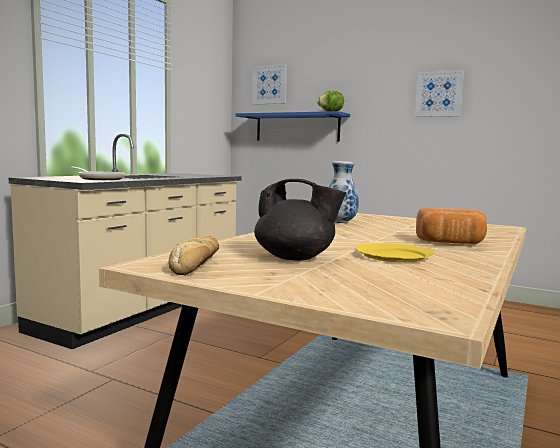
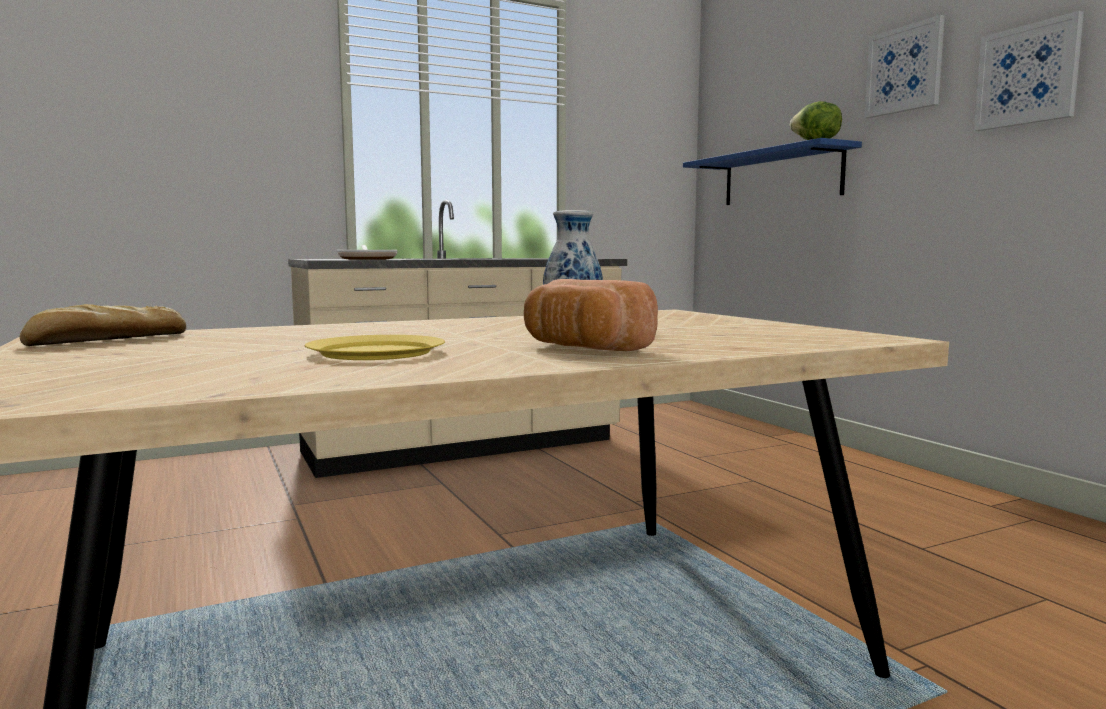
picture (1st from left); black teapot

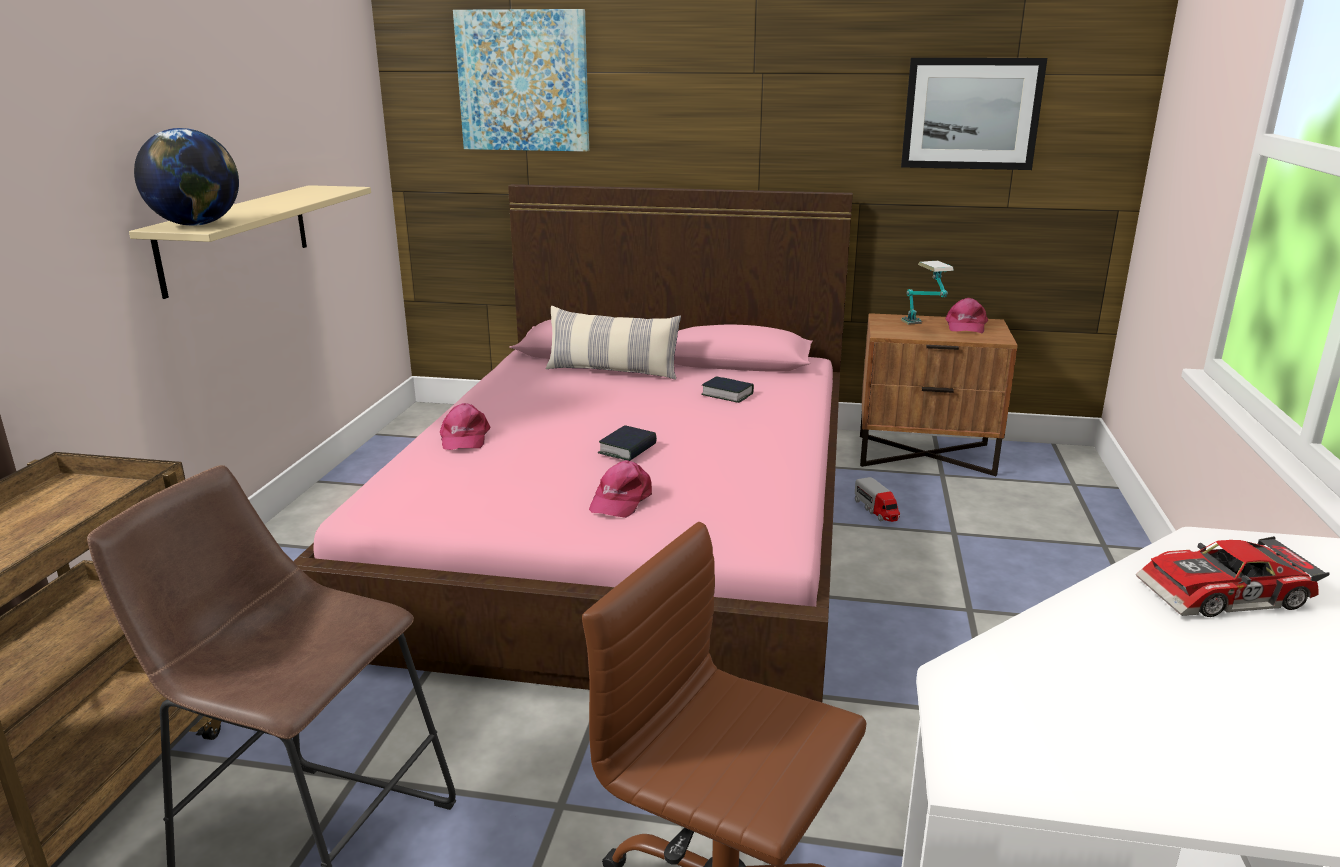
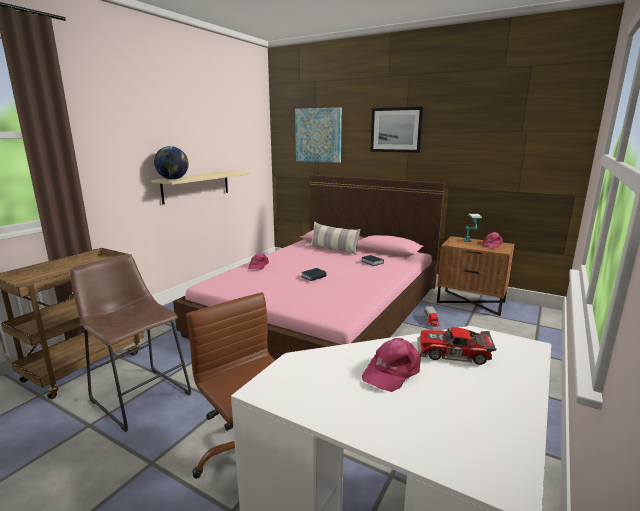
pink cap (2nd from left); picture (2nd from left)

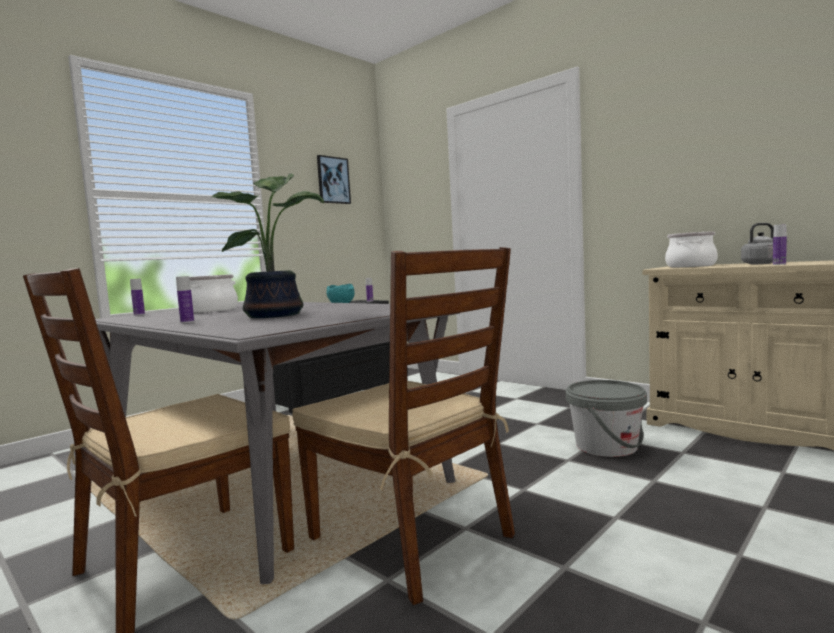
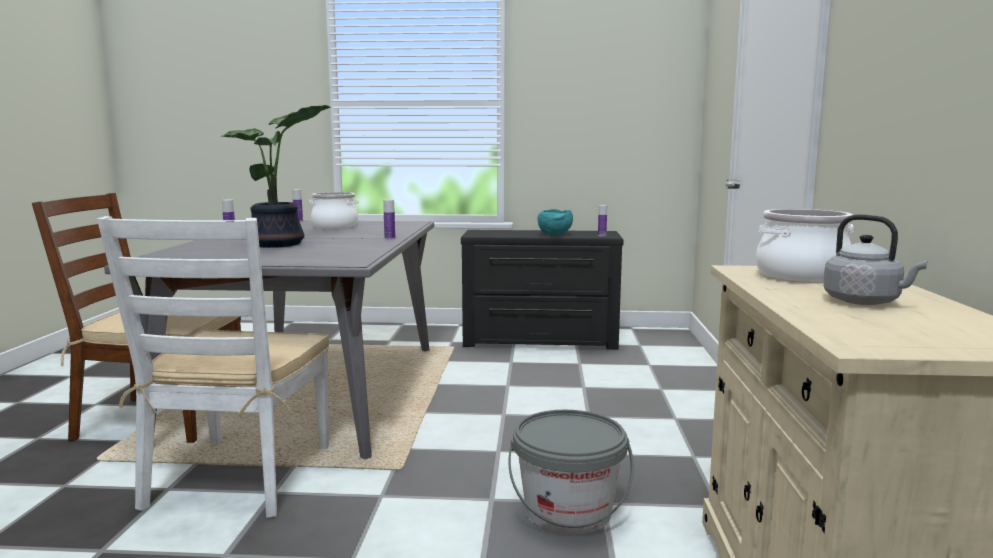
white chair; bottle (3rd from left); picture

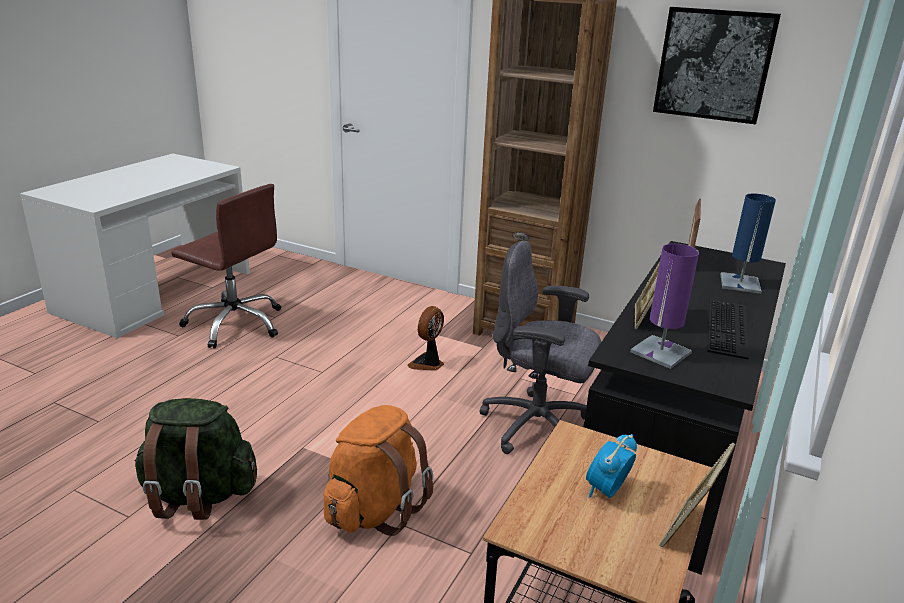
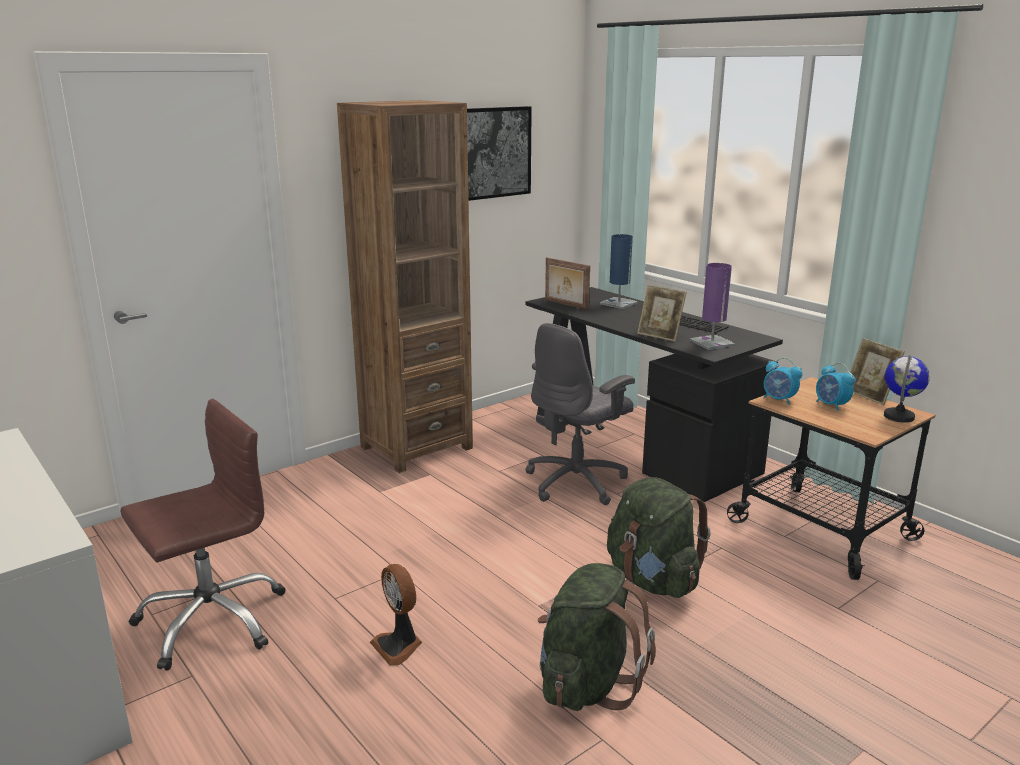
fan; green backpack (2nd from left); alarm clock (1st from left); globe

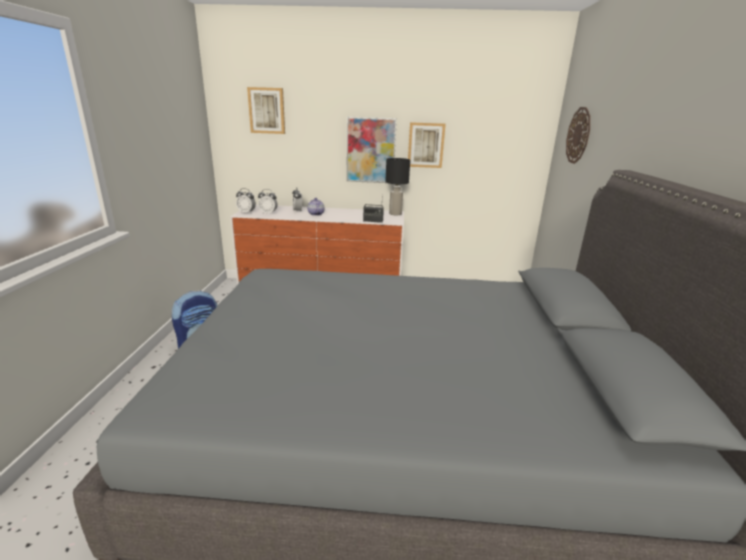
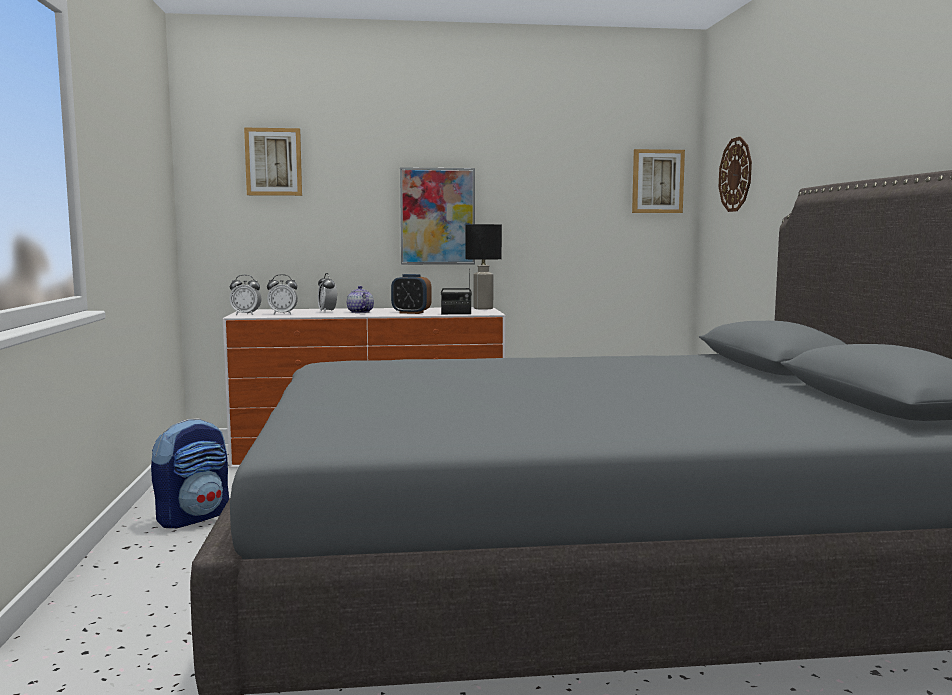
alarm clock (4th from left); picture (3rd from left)

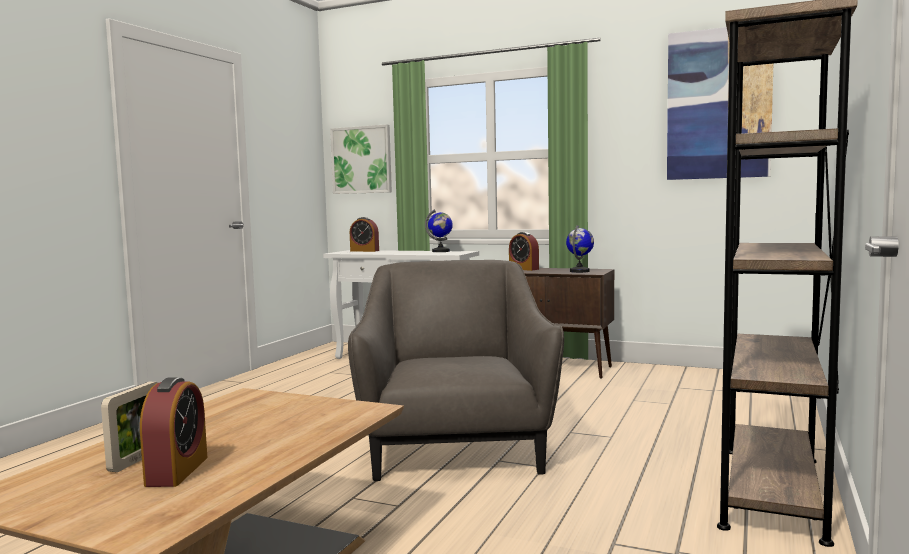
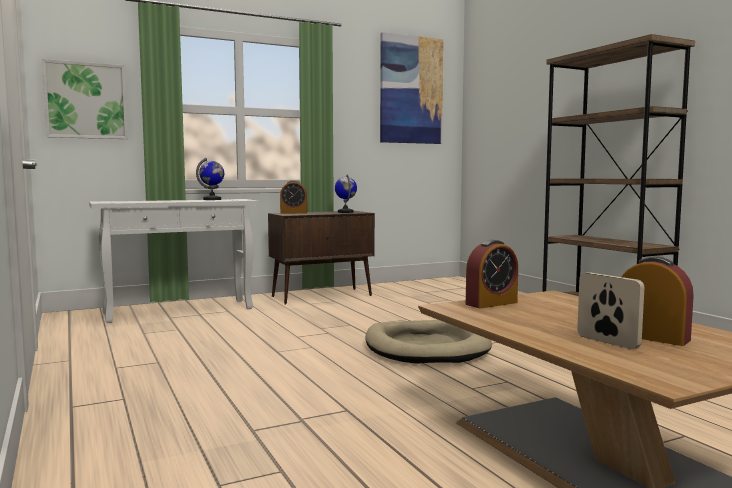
beige dog bed; alarm clock (2nd from left)

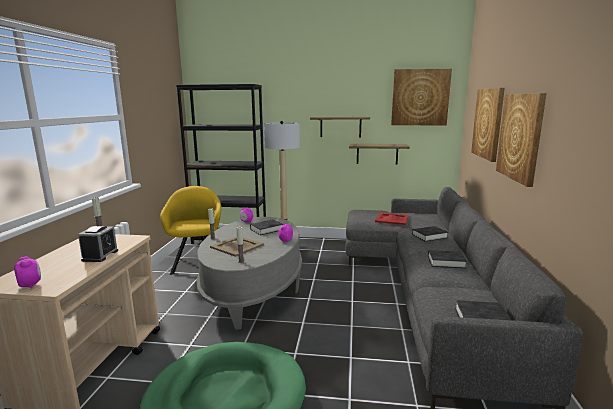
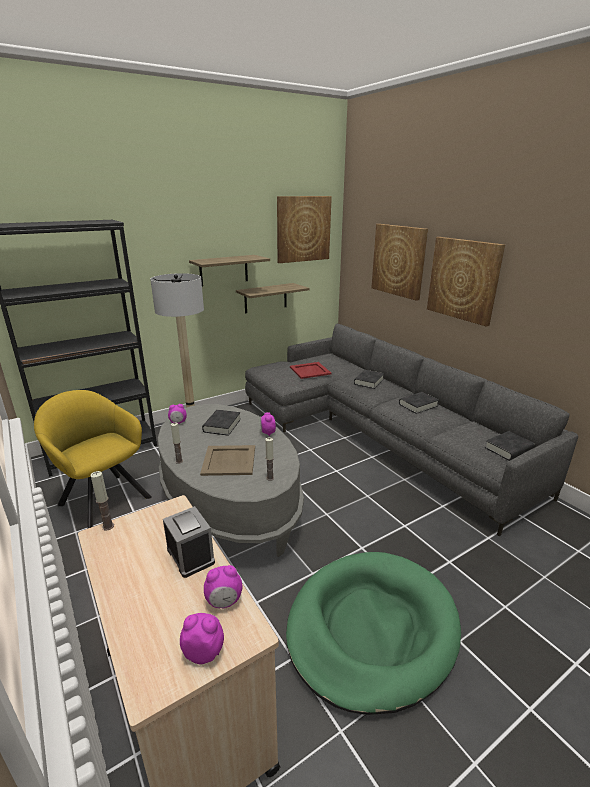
alarm clock (4th from left)

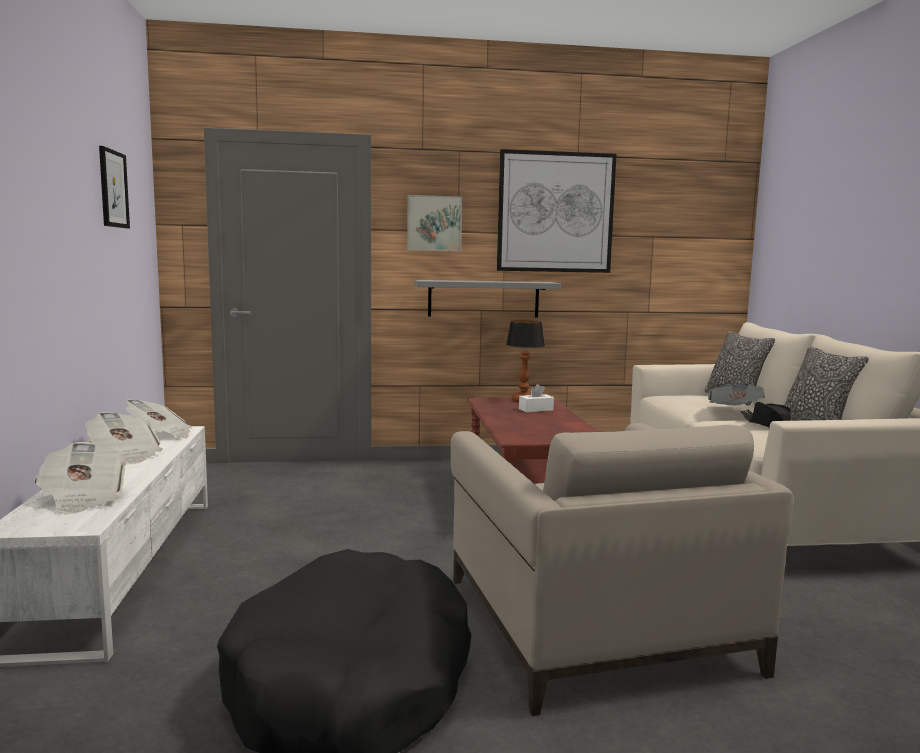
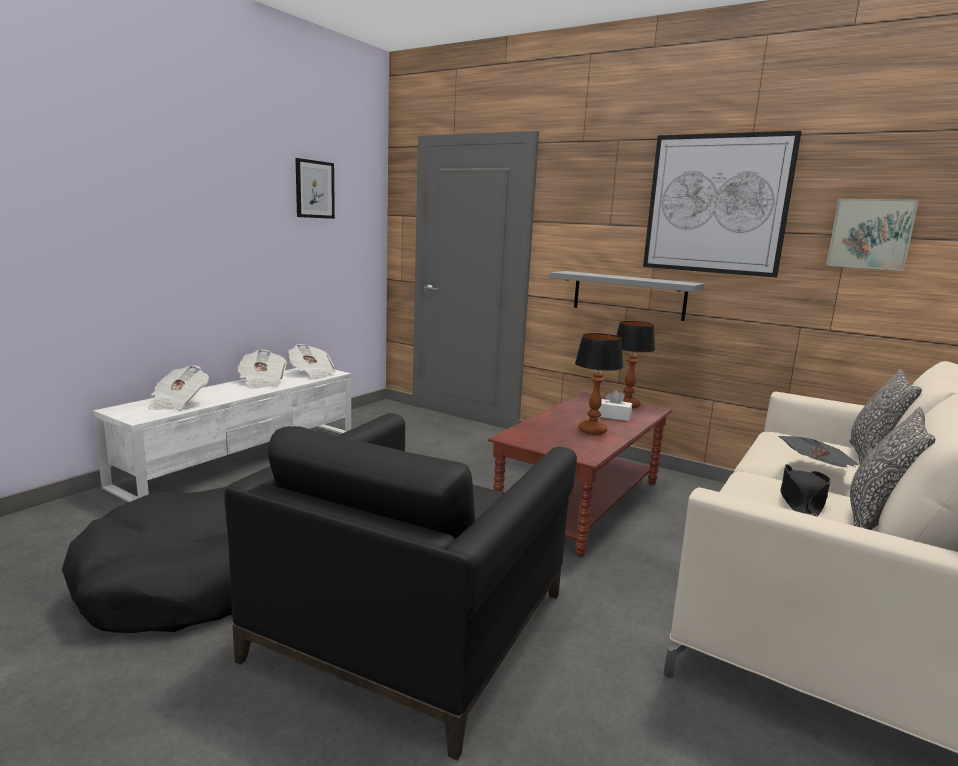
black armchair; table lamp (1st from left); picture (3rd from left)

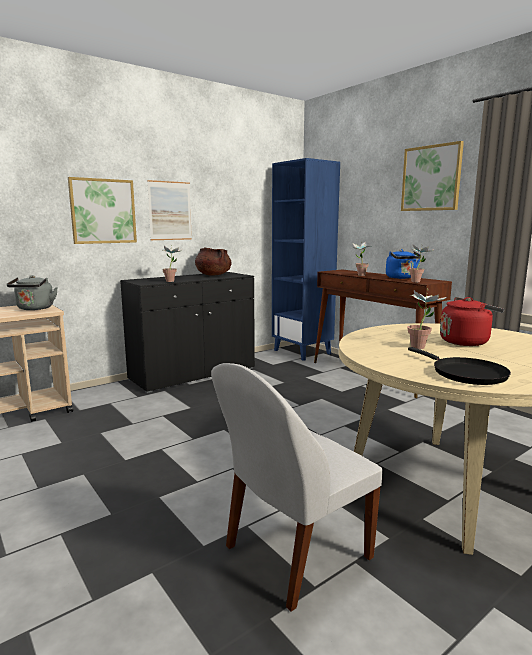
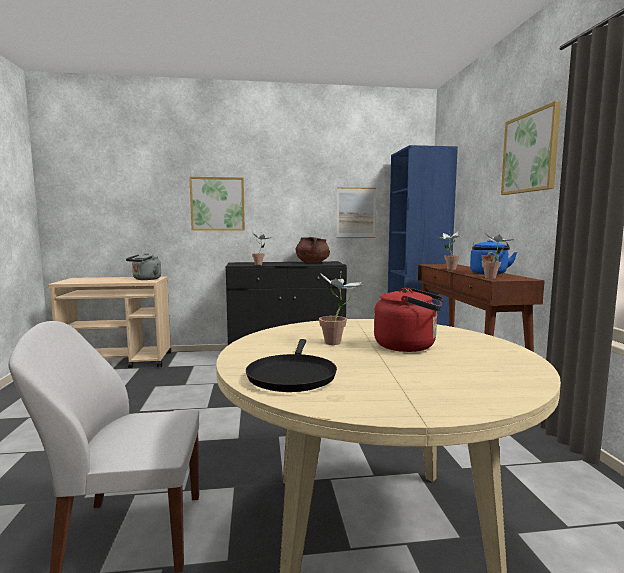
picture (2nd from left)

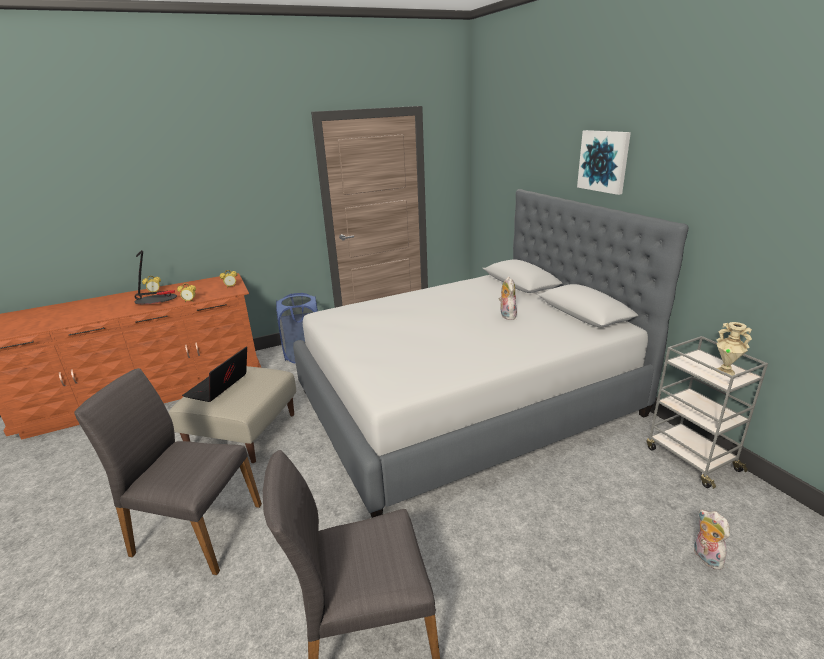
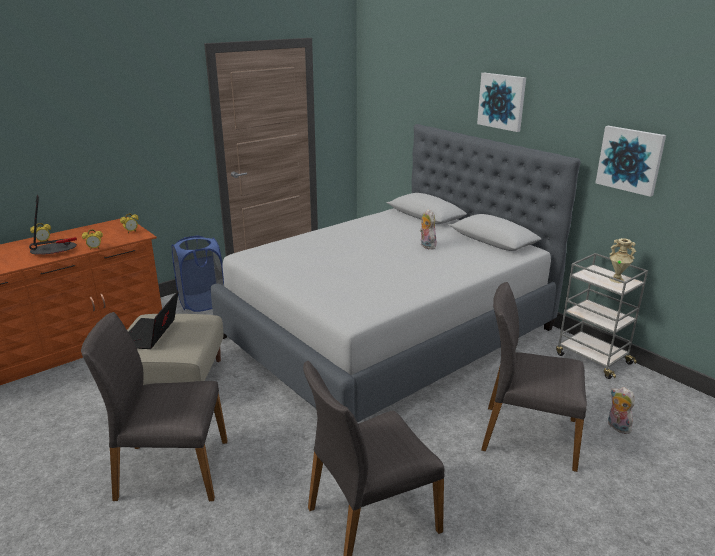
grey chair (3rd from left); picture (2nd from left)

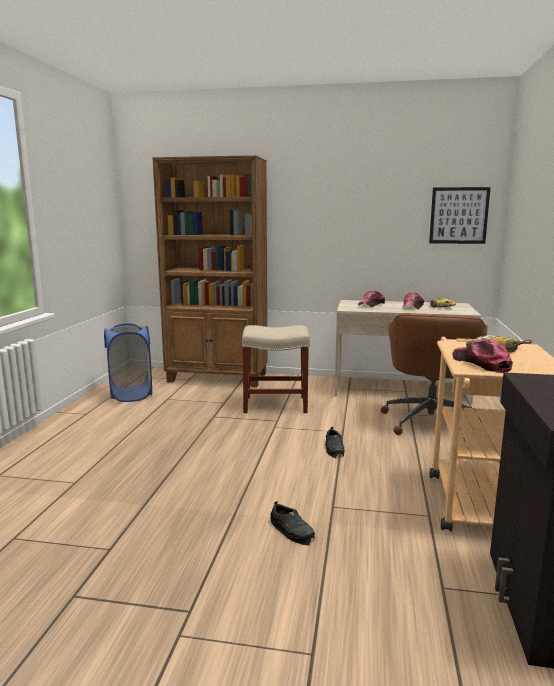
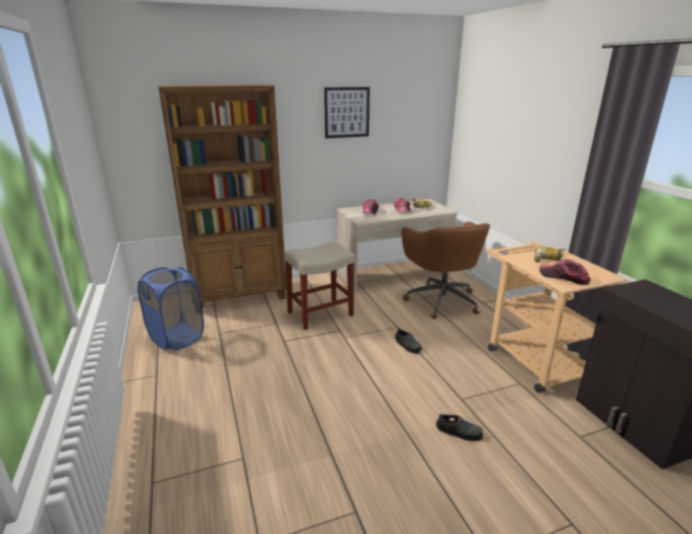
picture

